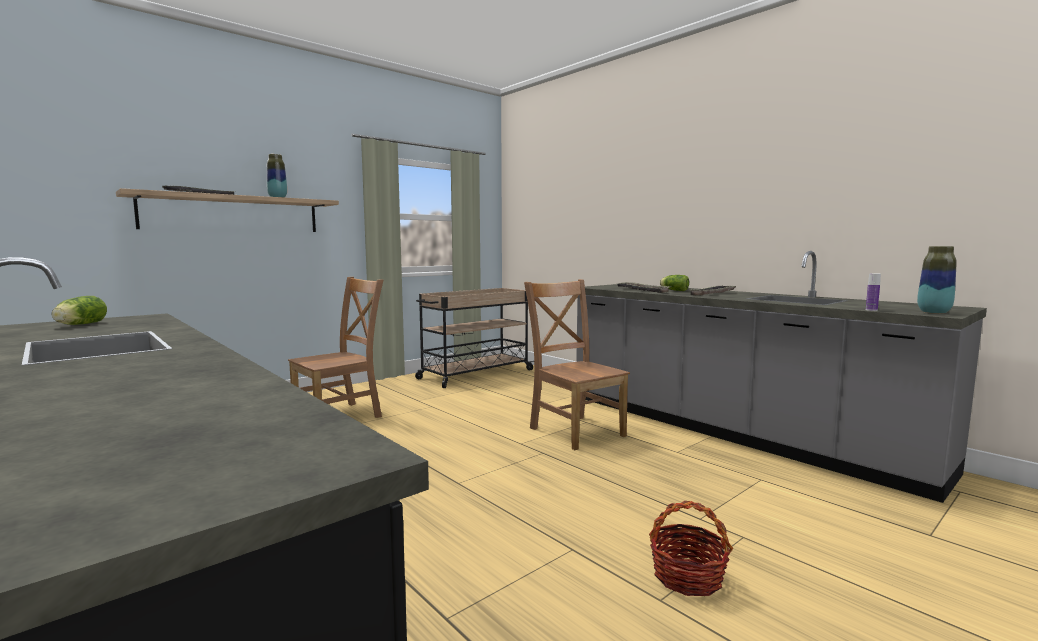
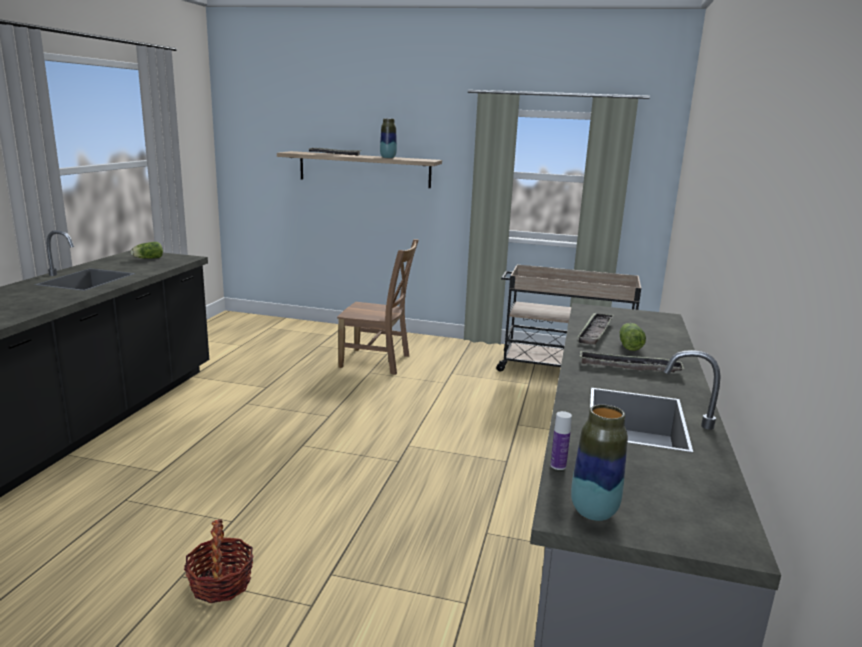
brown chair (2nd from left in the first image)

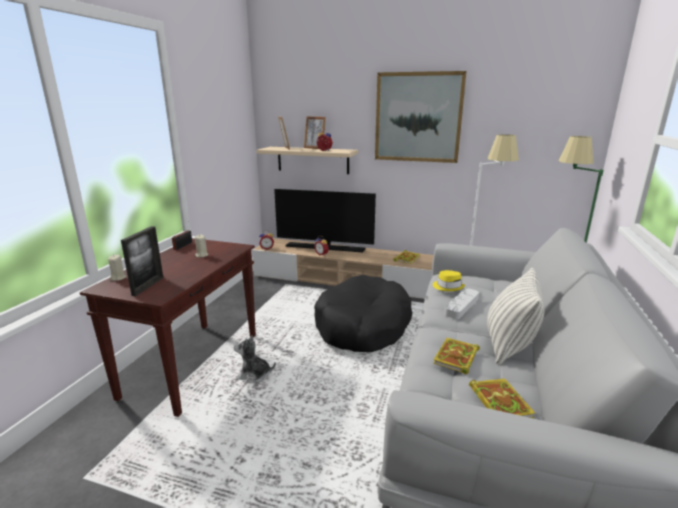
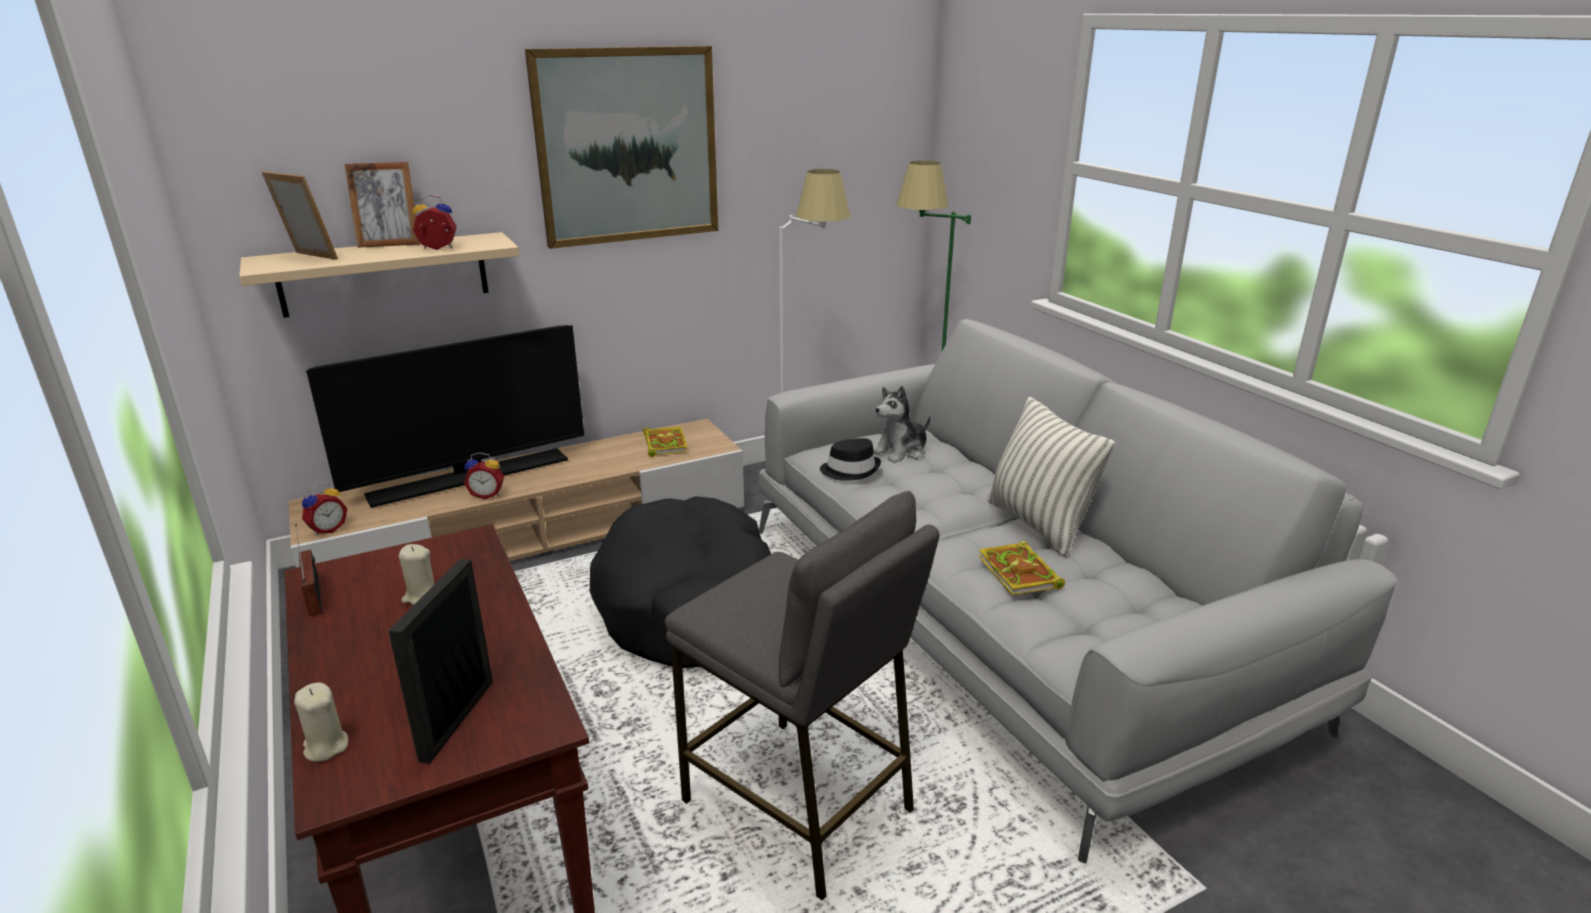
picture frame (3rd from left); grey stool; black hat; plush toy; grey tray; book (3rd from left in the first image)

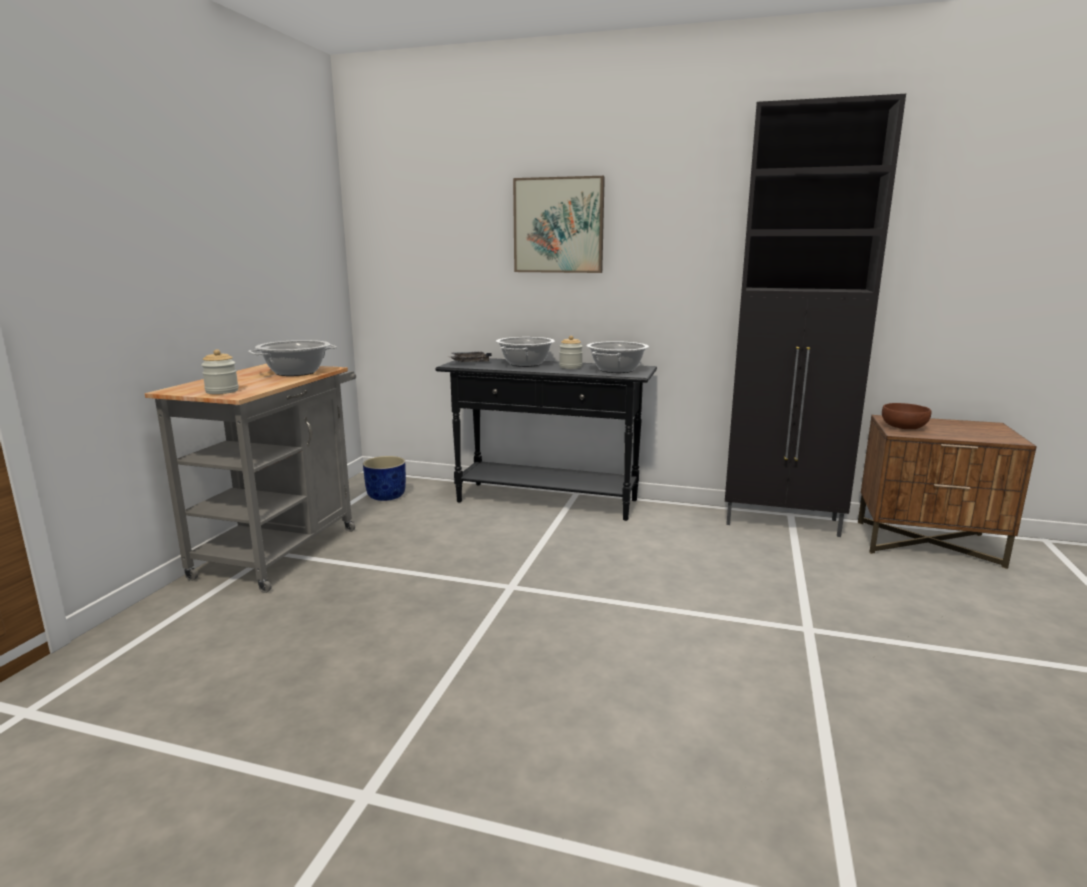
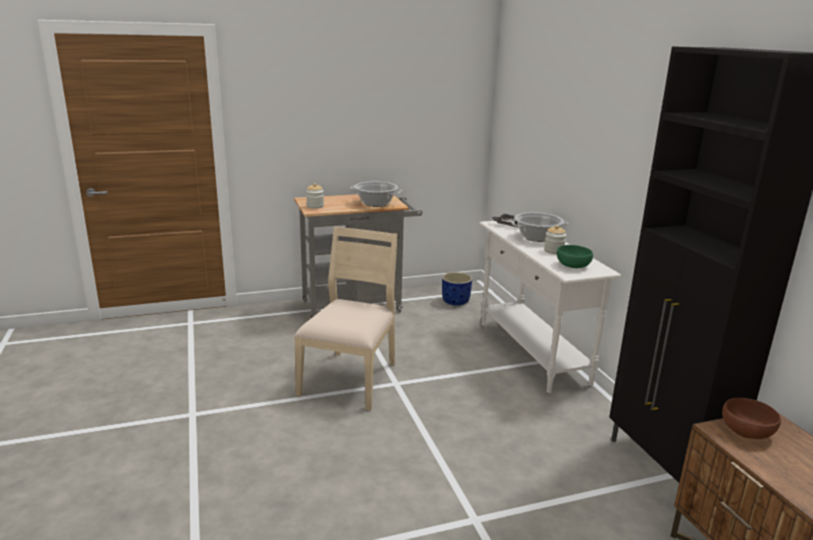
beige chair; white console table; green bowl; picture

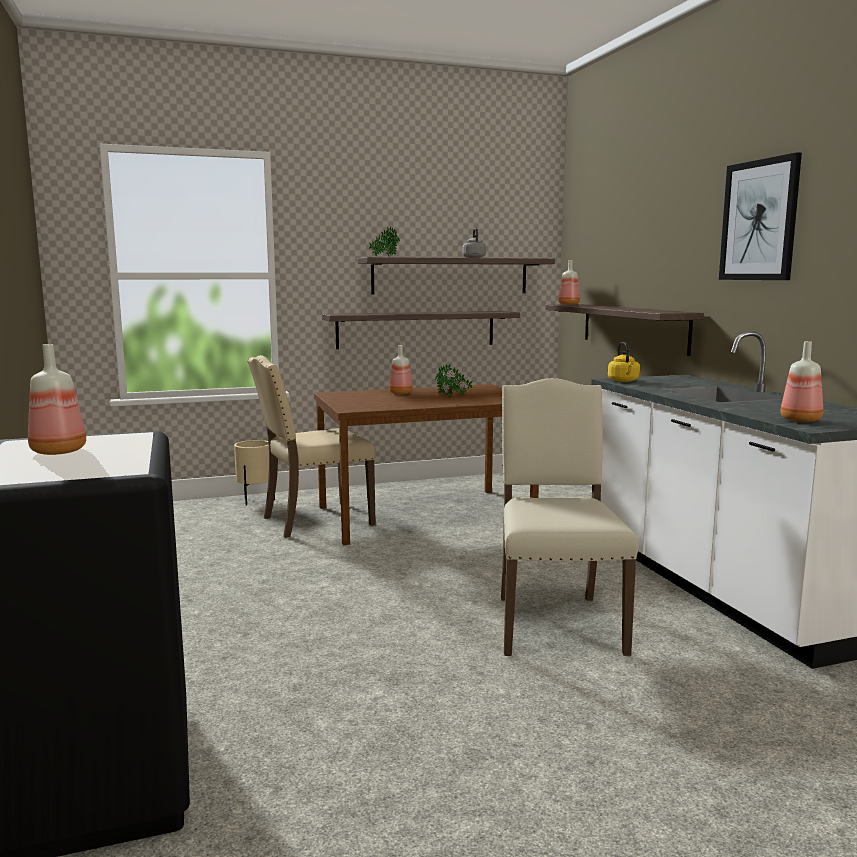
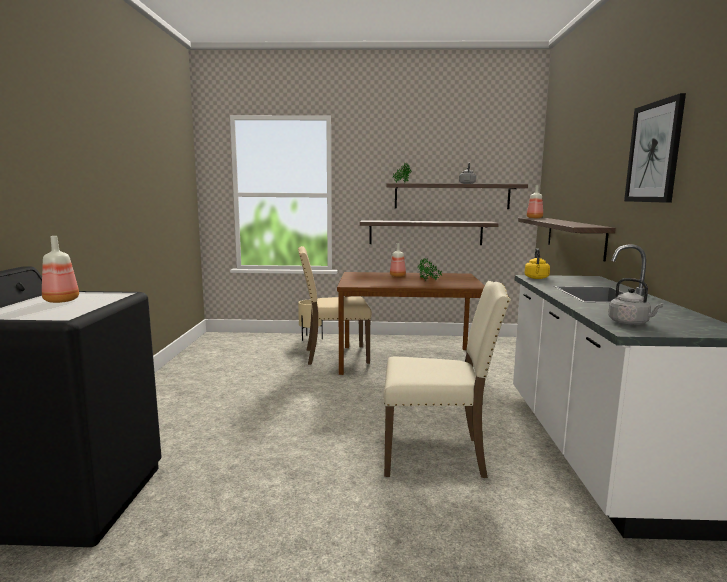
beige chair (2nd from left); grey kettle (2nd from left)

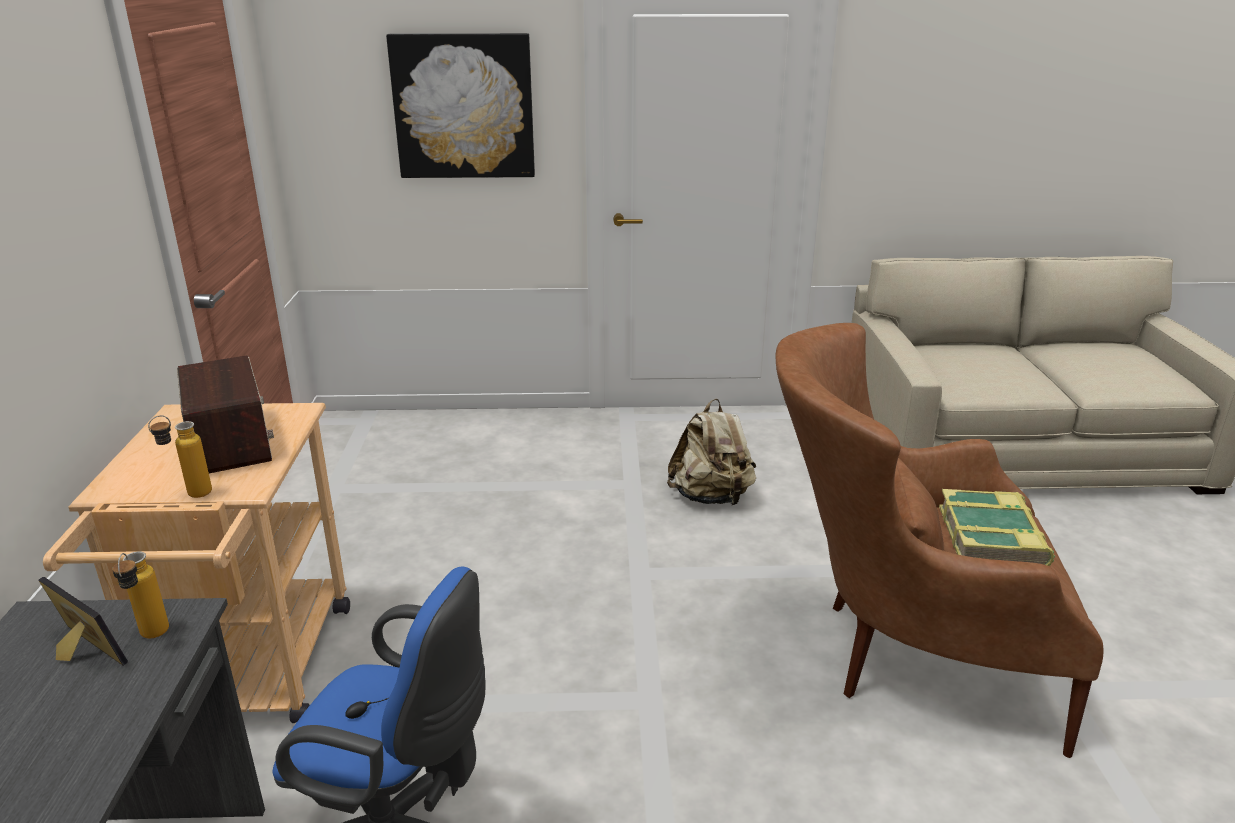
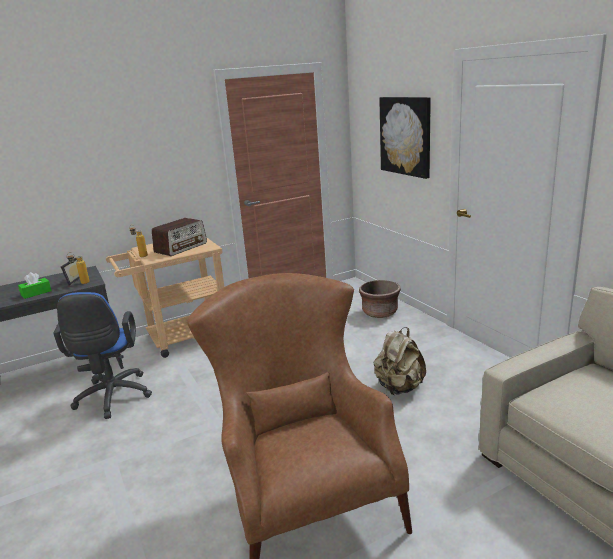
green tissue box; brown planter; book

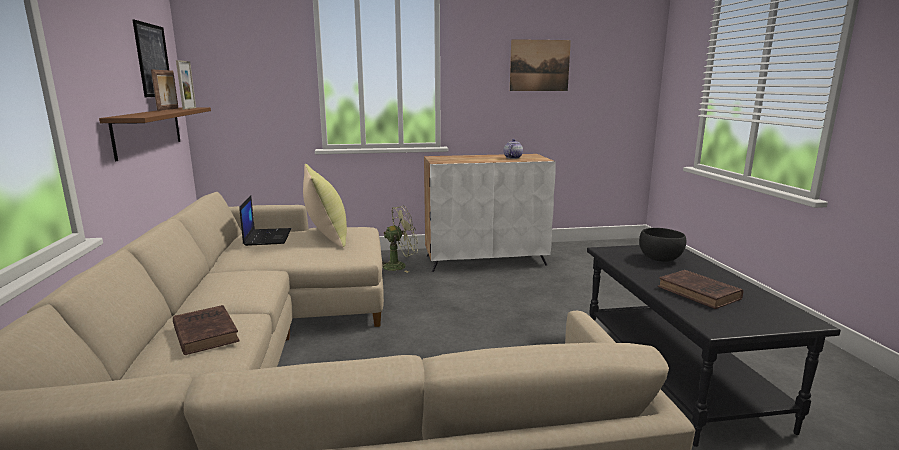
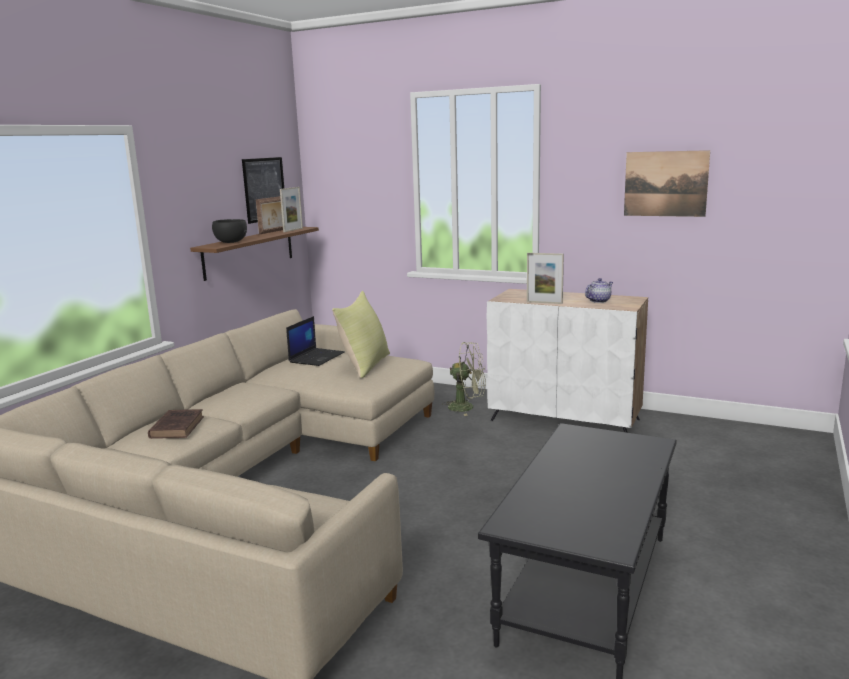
black bowl; picture frame (3rd from left); brown book (2nd from left in the first image)

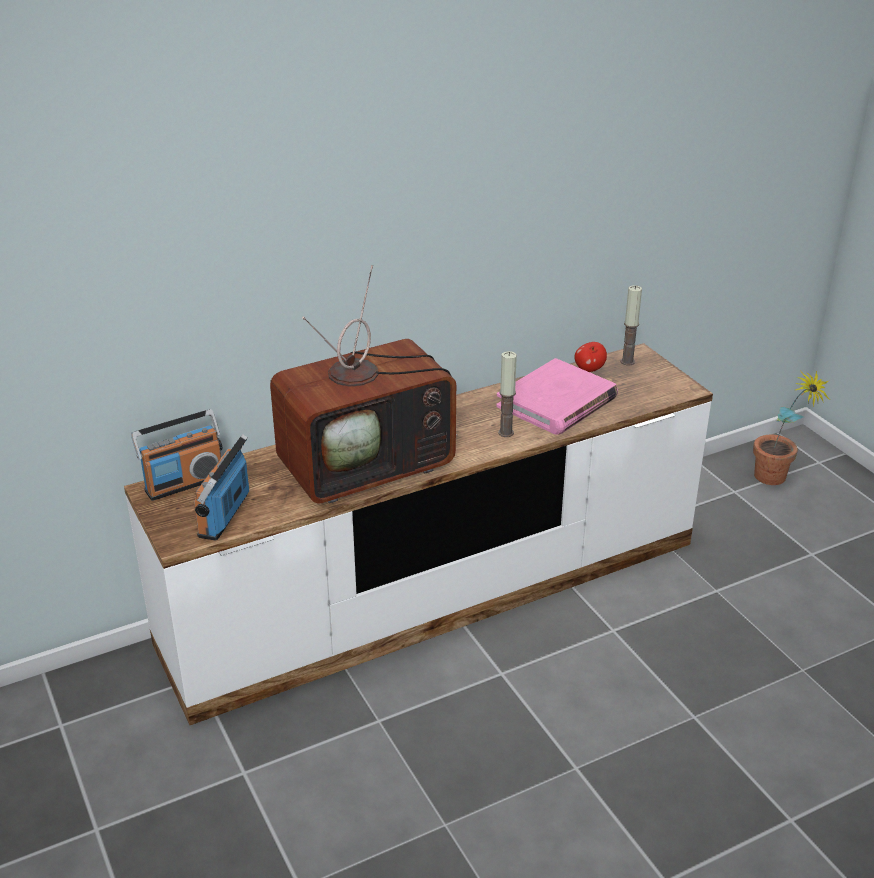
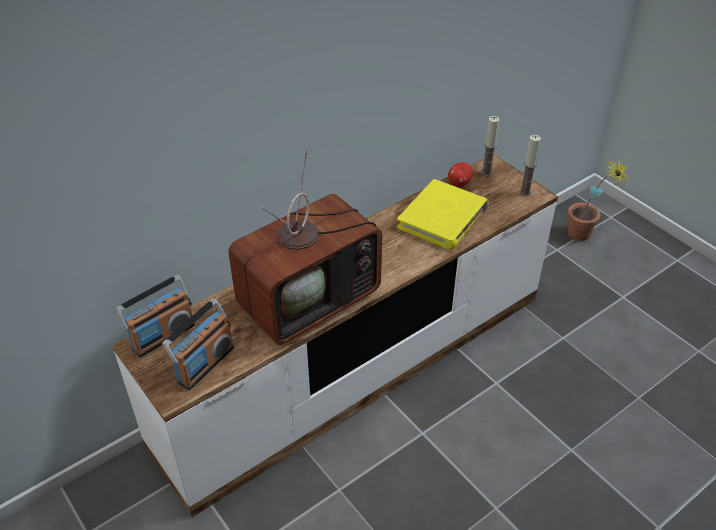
radio (2nd from left); yellow book; candle (2nd from left)

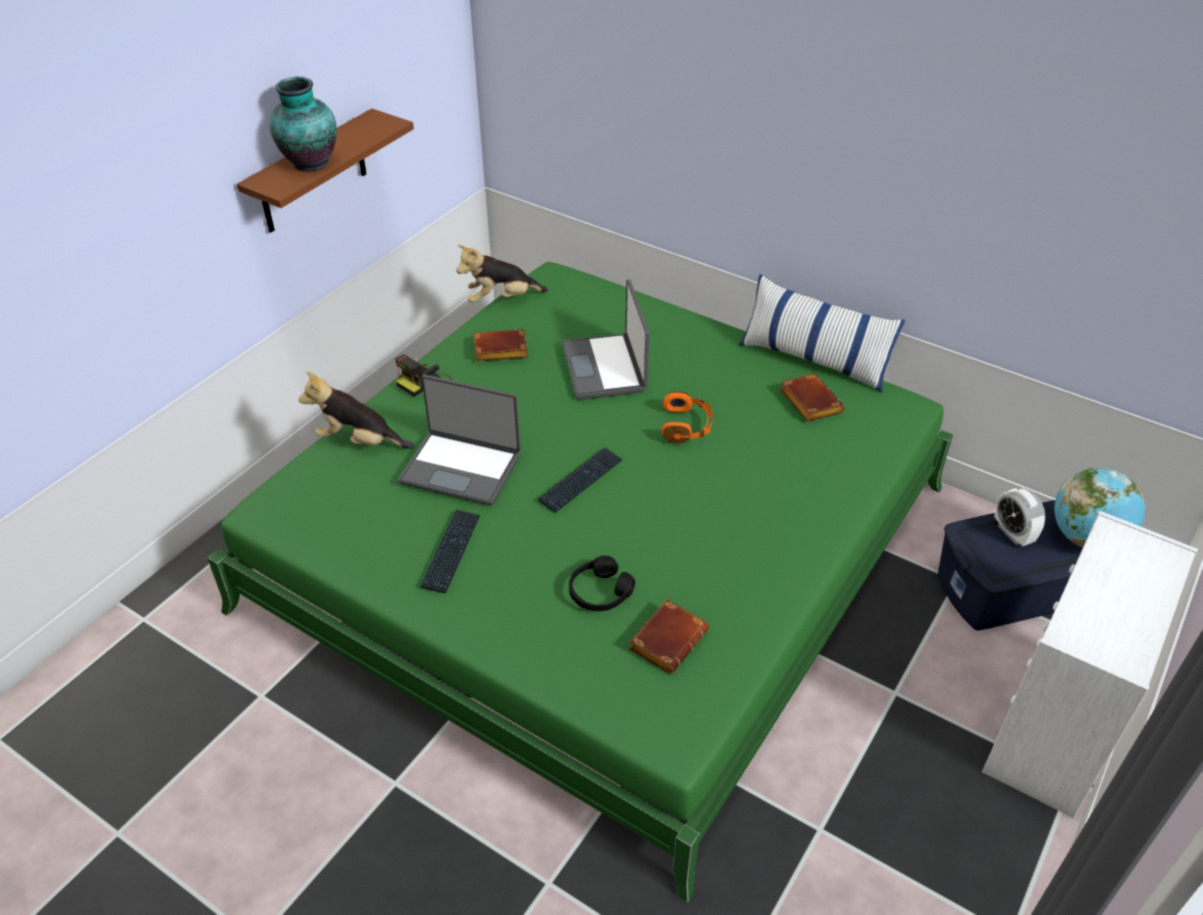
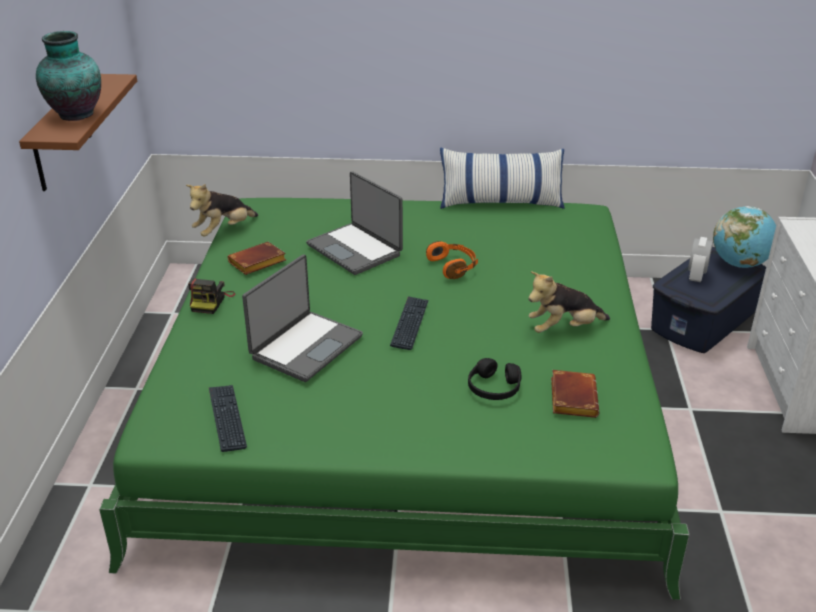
keyboard (1st from left); laptop (1st from left); plush toy (2nd from left); alarm clock; brown book (3rd from left in the first image)

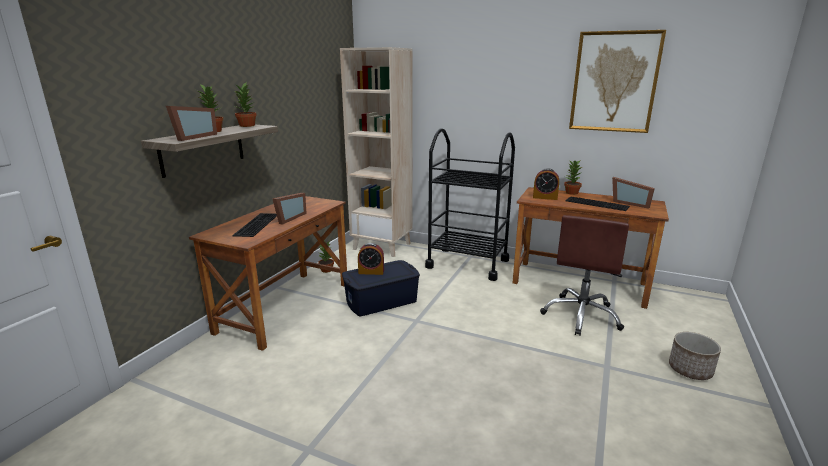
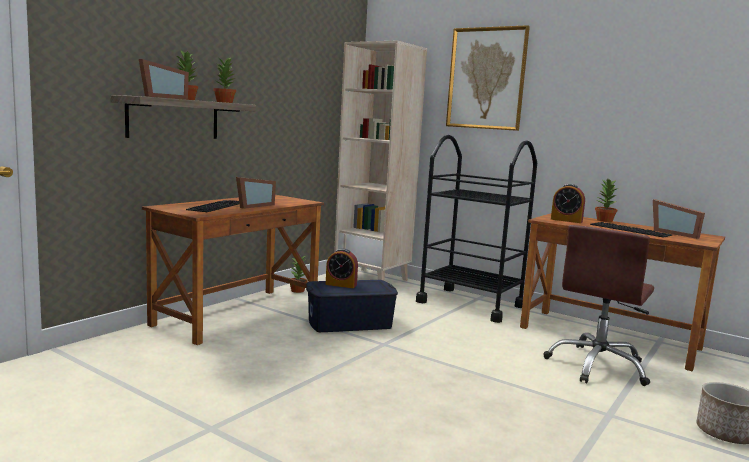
picture

